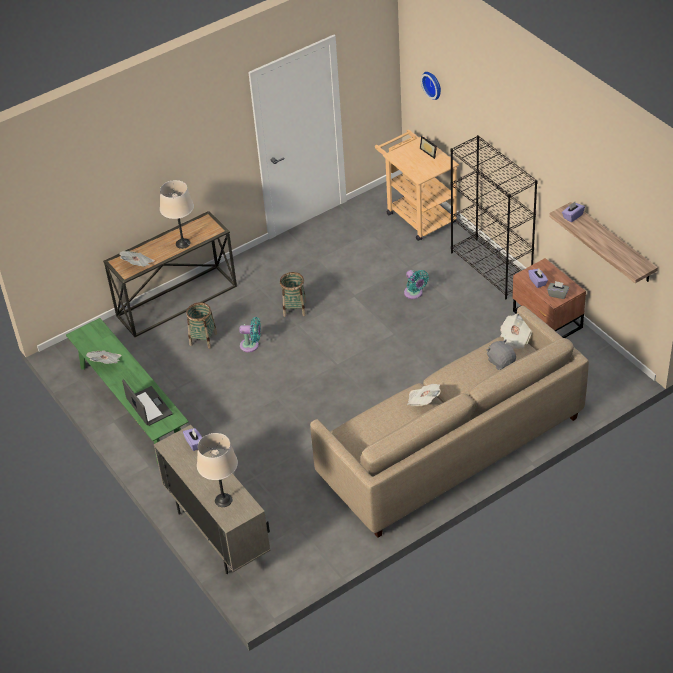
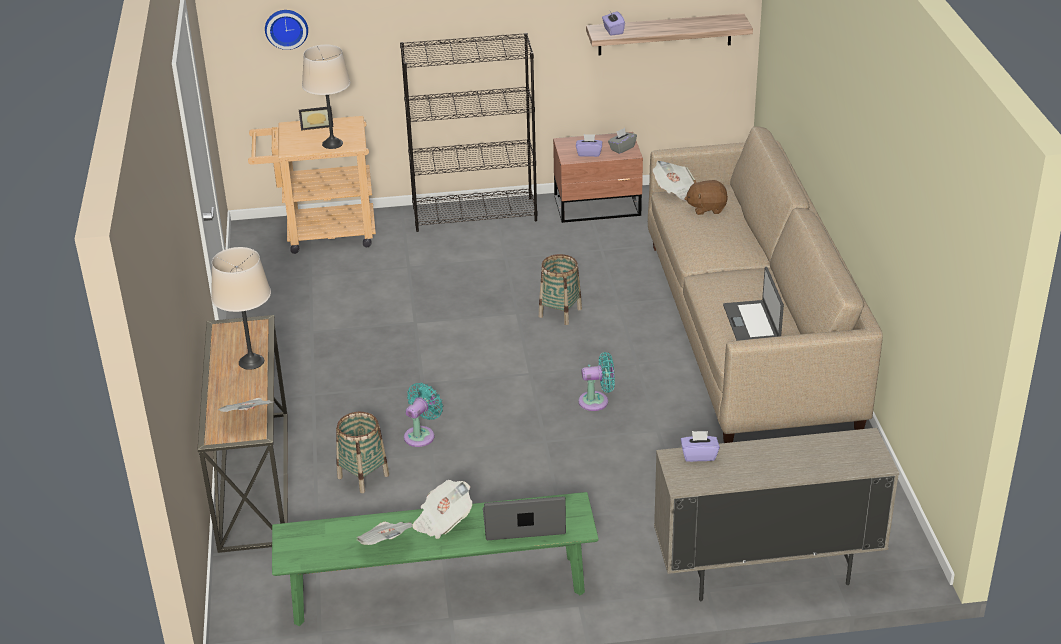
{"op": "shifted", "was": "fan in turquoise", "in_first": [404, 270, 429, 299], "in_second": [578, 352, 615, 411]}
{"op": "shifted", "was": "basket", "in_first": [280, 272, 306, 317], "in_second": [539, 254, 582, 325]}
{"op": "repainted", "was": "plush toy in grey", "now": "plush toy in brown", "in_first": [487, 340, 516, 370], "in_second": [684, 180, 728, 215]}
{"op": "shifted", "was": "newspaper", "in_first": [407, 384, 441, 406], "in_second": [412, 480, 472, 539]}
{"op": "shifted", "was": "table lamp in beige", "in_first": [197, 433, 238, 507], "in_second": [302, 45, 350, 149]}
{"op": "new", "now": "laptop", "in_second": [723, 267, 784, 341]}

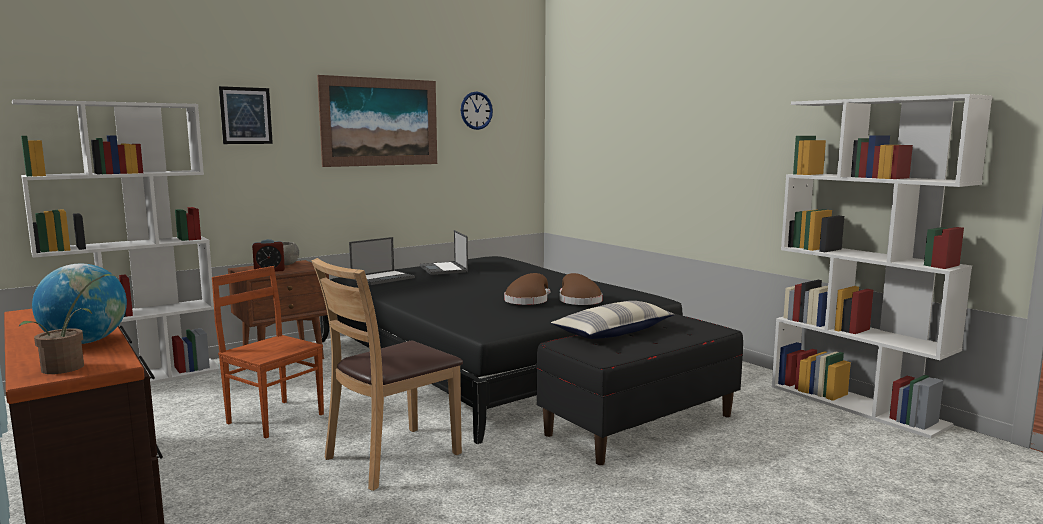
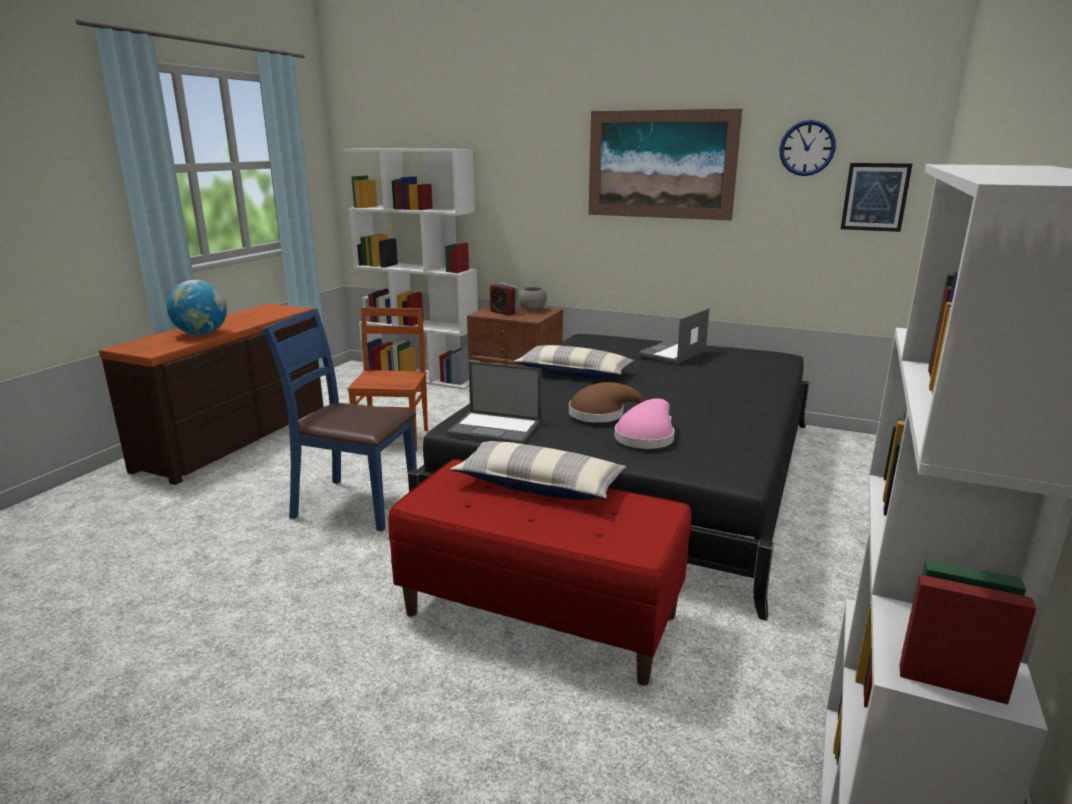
{"op": "shifted", "was": "picture", "in_first": [219, 86, 273, 144], "in_second": [841, 163, 912, 232]}
{"op": "shifted", "was": "laptop", "in_first": [349, 237, 415, 285], "in_second": [447, 361, 541, 444]}
{"op": "repainted", "was": "chair in brown", "now": "chair in blue", "in_first": [311, 258, 463, 491], "in_second": [262, 309, 417, 531]}
{"op": "repainted", "was": "hat in brown", "now": "hat in pink", "in_first": [560, 273, 603, 305], "in_second": [614, 398, 675, 449]}
{"op": "gone", "was": "potted plant", "in_first": [19, 274, 117, 374]}
{"op": "repainted", "was": "bench in black", "now": "bench in red", "in_first": [536, 314, 743, 465], "in_second": [388, 459, 691, 686]}
{"op": "new", "now": "pillow", "in_second": [514, 345, 634, 379]}

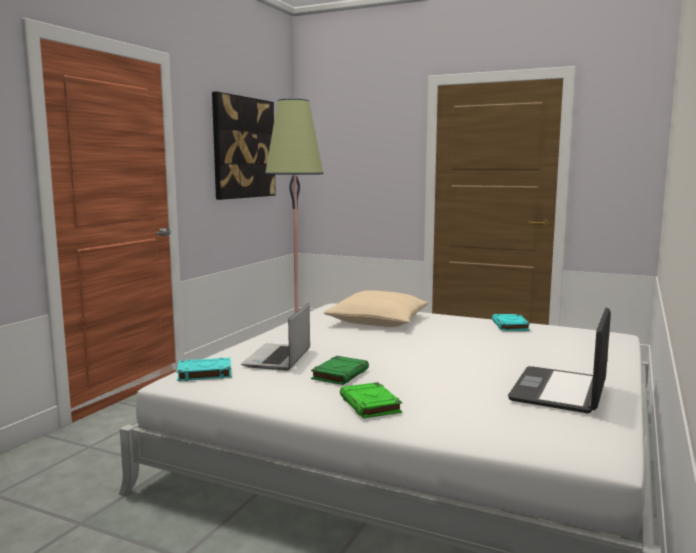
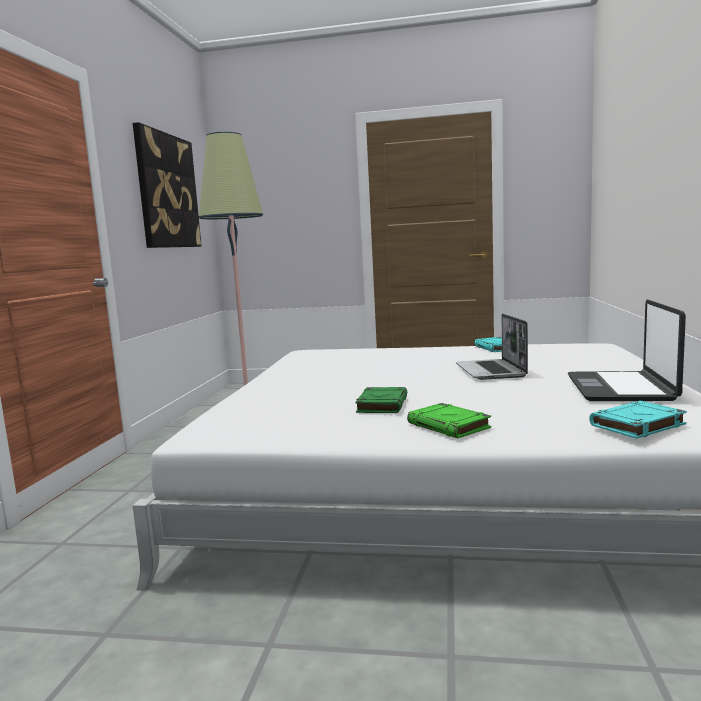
{"op": "gone", "was": "pillow in beige", "in_first": [324, 290, 428, 327]}
{"op": "shifted", "was": "laptop", "in_first": [241, 303, 310, 371], "in_second": [456, 314, 528, 380]}
{"op": "shifted", "was": "book in turquoise", "in_first": [177, 358, 232, 381], "in_second": [589, 401, 687, 439]}

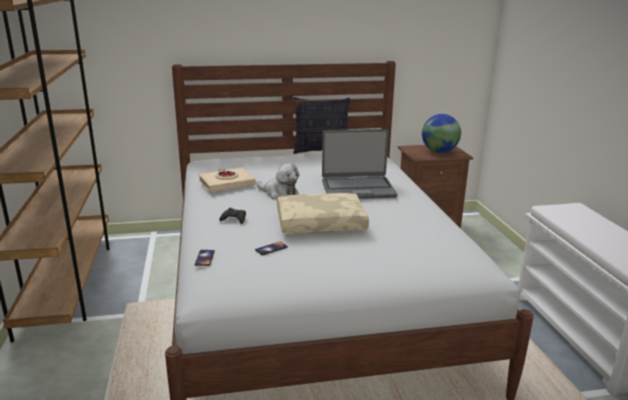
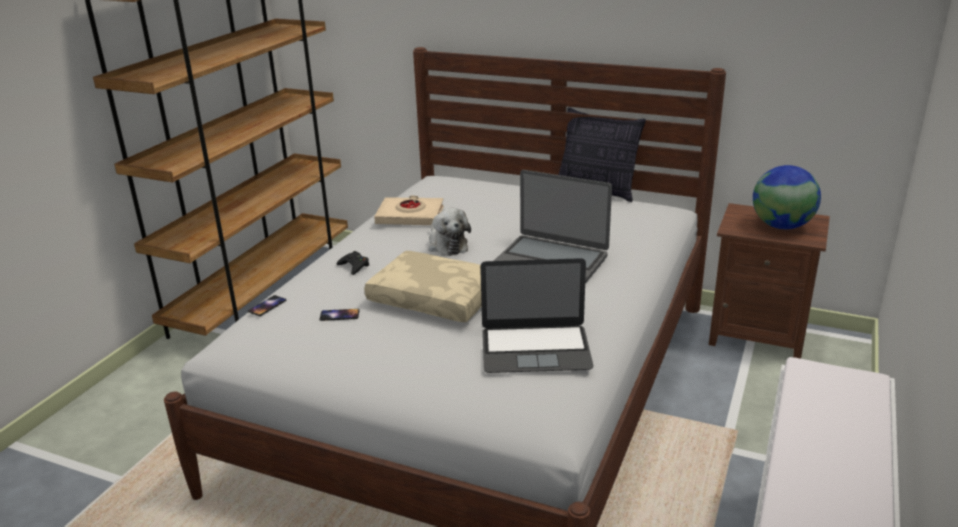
{"op": "new", "now": "laptop", "in_second": [480, 258, 594, 373]}

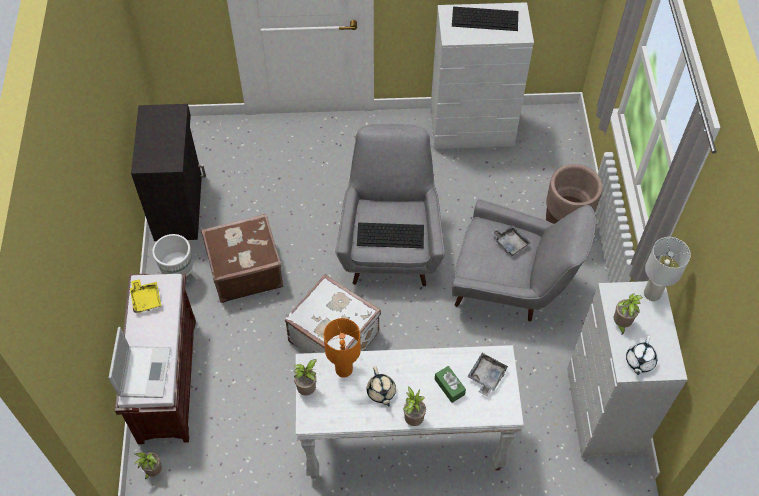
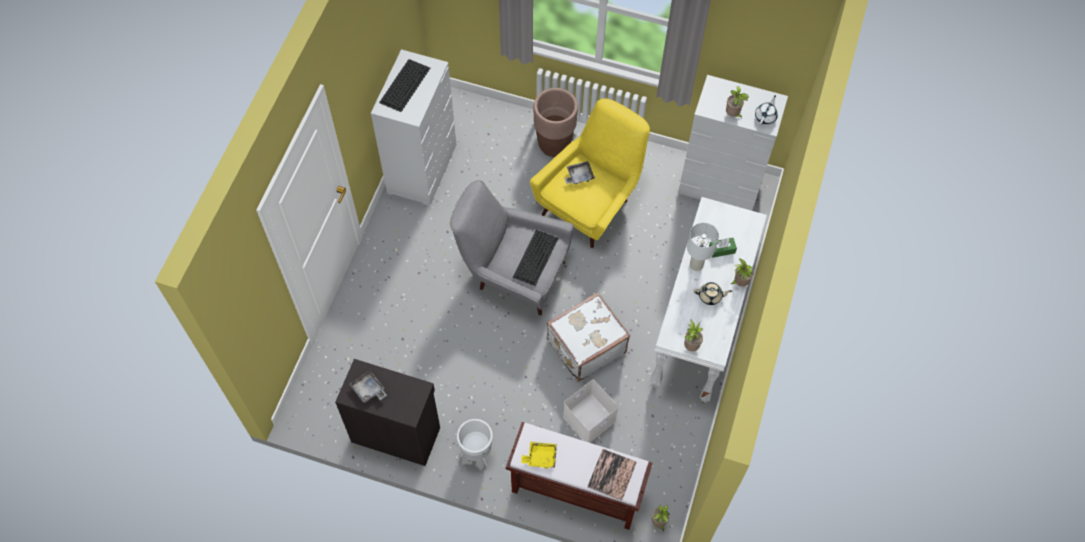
{"op": "repainted", "was": "armchair in grey", "now": "armchair in yellow", "in_first": [452, 199, 596, 321], "in_second": [530, 98, 650, 248]}
{"op": "gone", "was": "suitcase in brown", "in_first": [201, 214, 284, 303]}
{"op": "shifted", "was": "table lamp in white", "in_first": [644, 237, 691, 301], "in_second": [687, 223, 719, 271]}
{"op": "gone", "was": "table lamp in orange", "in_first": [324, 318, 361, 378]}
{"op": "swapped", "was": "laptop", "now": "book", "in_first": [109, 327, 171, 398], "in_second": [588, 449, 637, 501]}
{"op": "rotated", "was": "teapot in white", "in_first": [626, 335, 658, 375], "in_second": [755, 95, 778, 125], "clockwise": -105}
{"op": "shifted", "was": "tray in grey", "in_first": [467, 353, 508, 396], "in_second": [349, 369, 387, 403]}
{"op": "new", "now": "storage box in white", "in_second": [563, 380, 618, 443]}

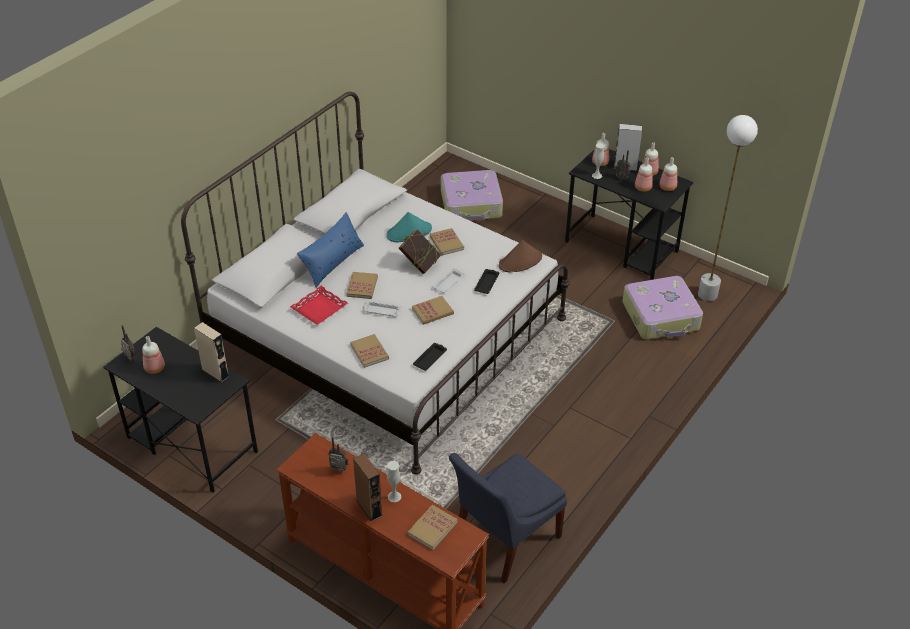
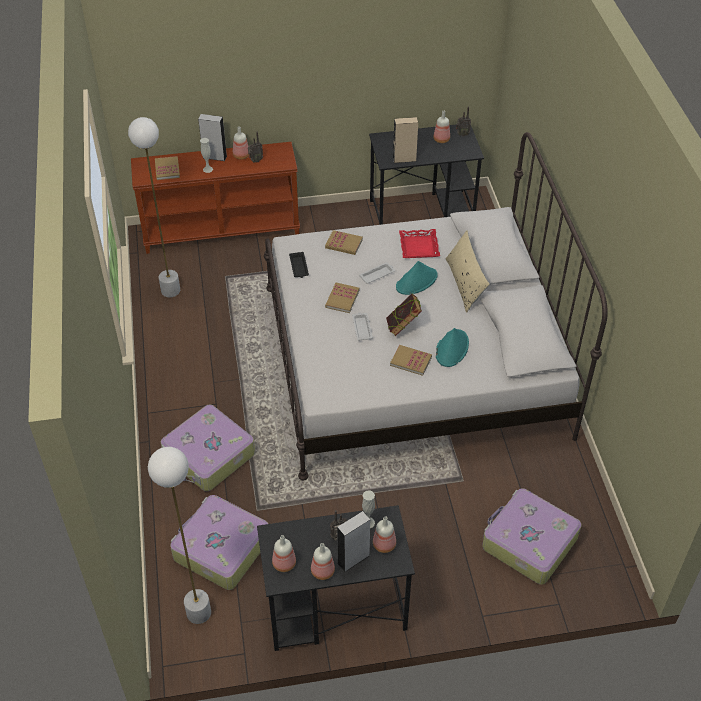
{"op": "shifted", "was": "bottle", "in_first": [635, 157, 653, 192], "in_second": [233, 126, 249, 159]}
{"op": "repainted", "was": "pillow in blue", "now": "pillow in beige", "in_first": [297, 212, 364, 287], "in_second": [445, 230, 490, 313]}
{"op": "gone", "was": "hat in brown", "in_first": [499, 240, 542, 272]}
{"op": "gone", "was": "tray in black", "in_first": [474, 269, 499, 294]}
{"op": "swapped", "was": "book", "now": "hat in turquoise", "in_first": [346, 272, 378, 299], "in_second": [396, 261, 438, 295]}
{"op": "swapped", "was": "chair in blue", "now": "floor lamp in white", "in_first": [449, 453, 567, 583], "in_second": [128, 117, 180, 297]}
{"op": "repainted", "was": "speaker in brown", "now": "speaker in grey", "in_first": [353, 454, 382, 522], "in_second": [198, 114, 227, 161]}
{"op": "new", "now": "suitcase", "in_second": [161, 405, 255, 491]}

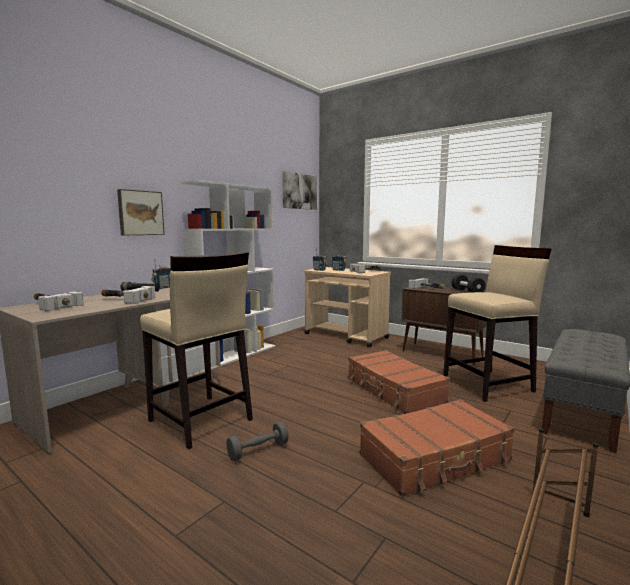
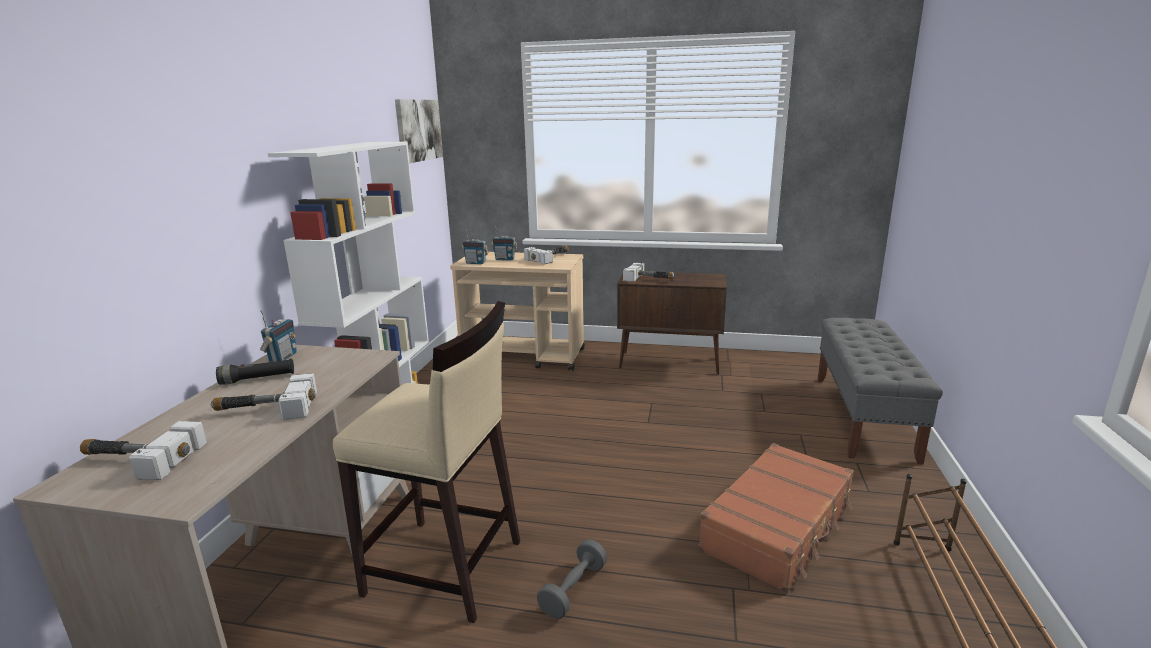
{"op": "gone", "was": "picture", "in_first": [117, 189, 165, 235]}
{"op": "gone", "was": "stool in beige", "in_first": [443, 245, 551, 402]}
{"op": "gone", "was": "dumbbell in black", "in_first": [451, 275, 485, 293]}
{"op": "gone", "was": "suitcase in brown", "in_first": [348, 350, 450, 414]}

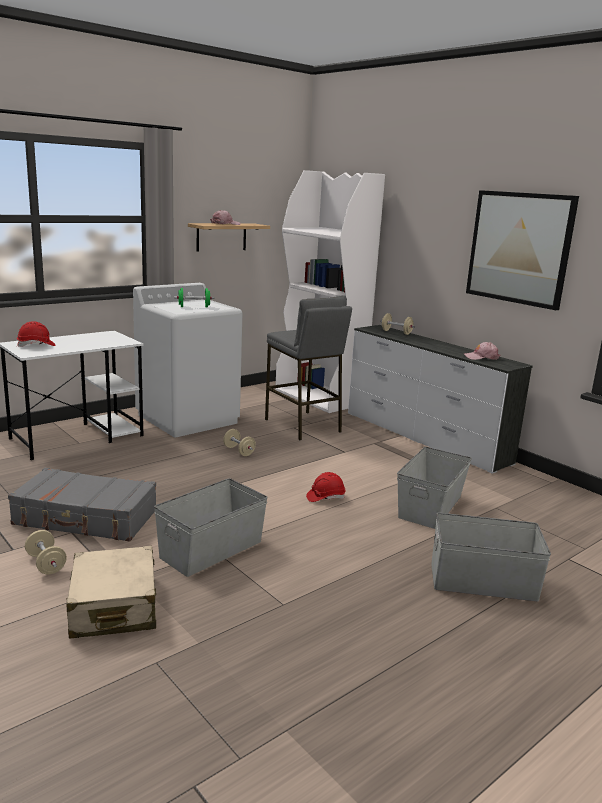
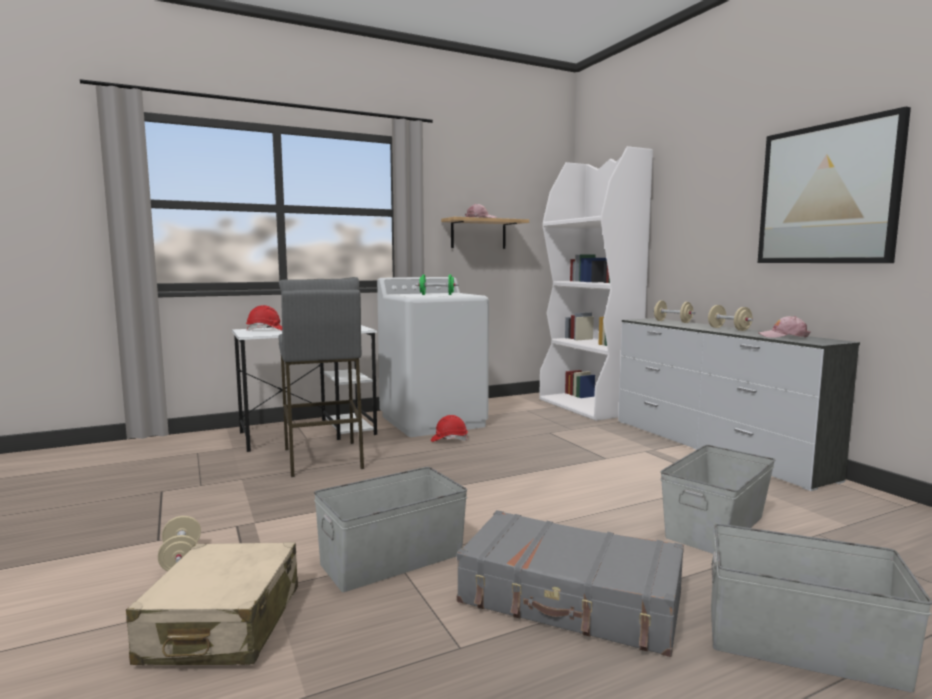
{"op": "shifted", "was": "stool in grey", "in_first": [265, 295, 352, 440], "in_second": [278, 277, 364, 477]}
{"op": "shifted", "was": "dumbbell in beige", "in_first": [223, 429, 256, 456], "in_second": [708, 305, 753, 331]}
{"op": "shifted", "was": "suitcase in grey", "in_first": [8, 468, 156, 542], "in_second": [457, 510, 684, 657]}
{"op": "shifted", "was": "hard hat in red", "in_first": [306, 472, 346, 502], "in_second": [431, 415, 468, 442]}

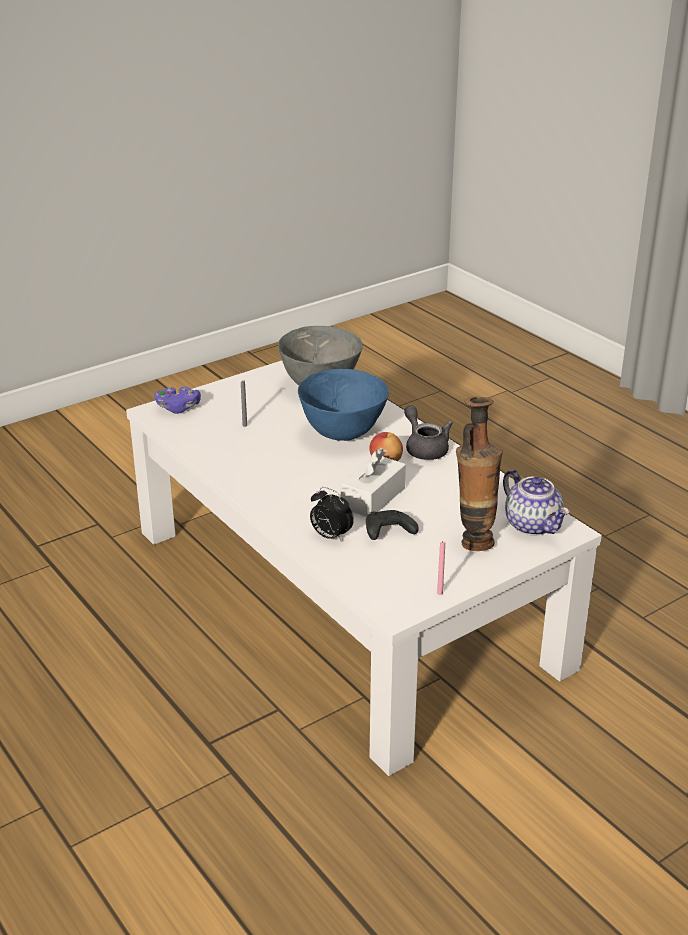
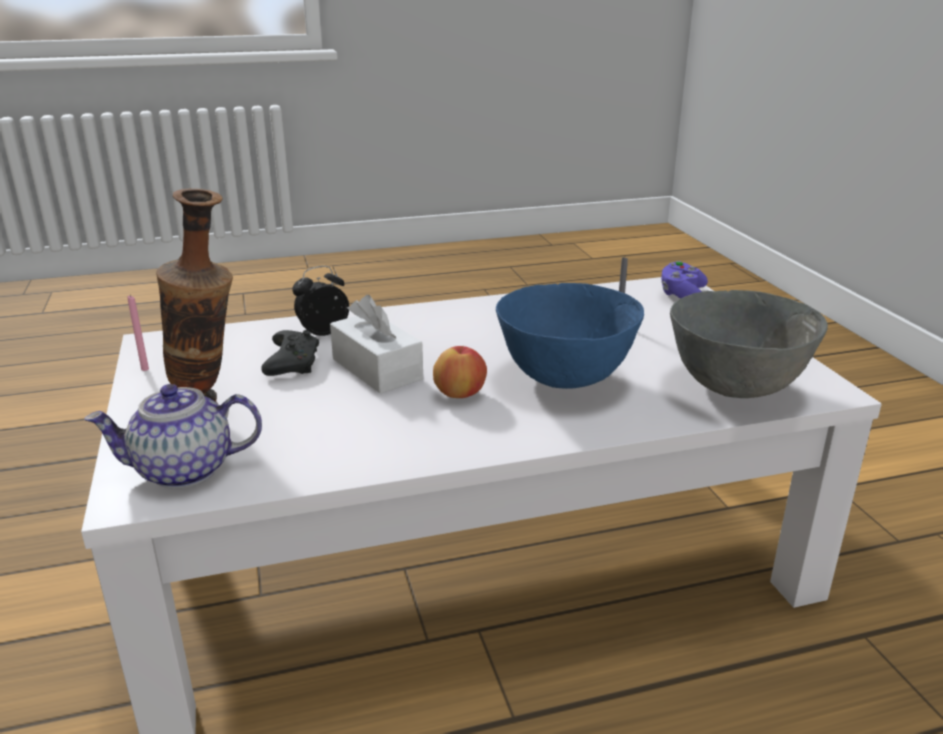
{"op": "gone", "was": "teapot in grey", "in_first": [404, 405, 452, 460]}

